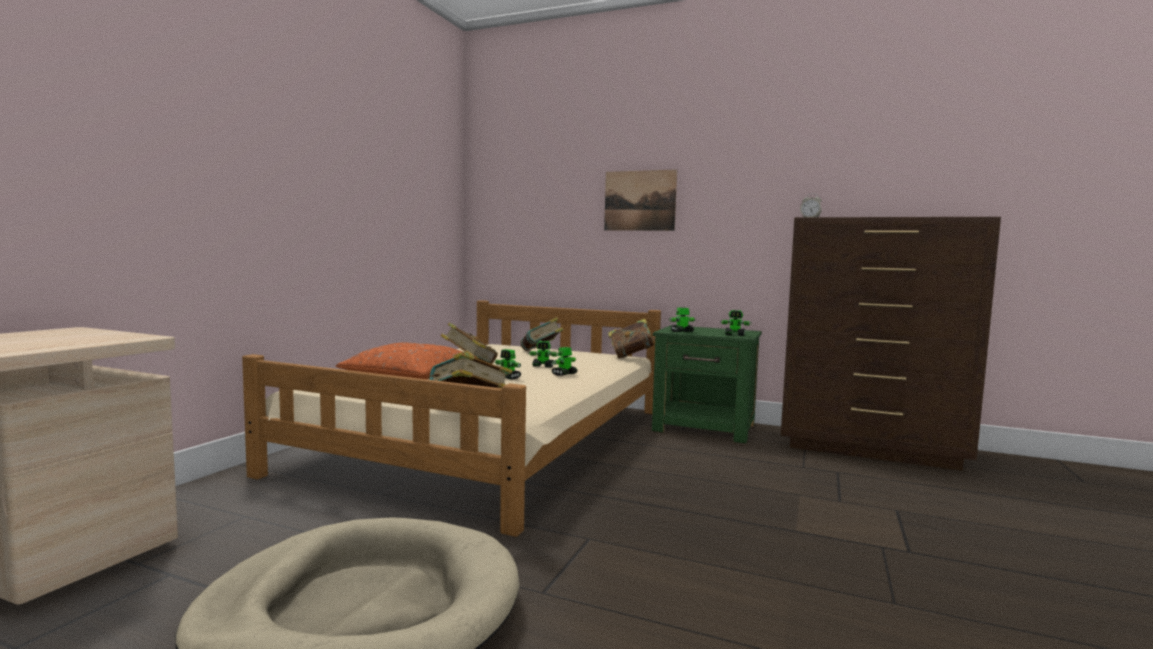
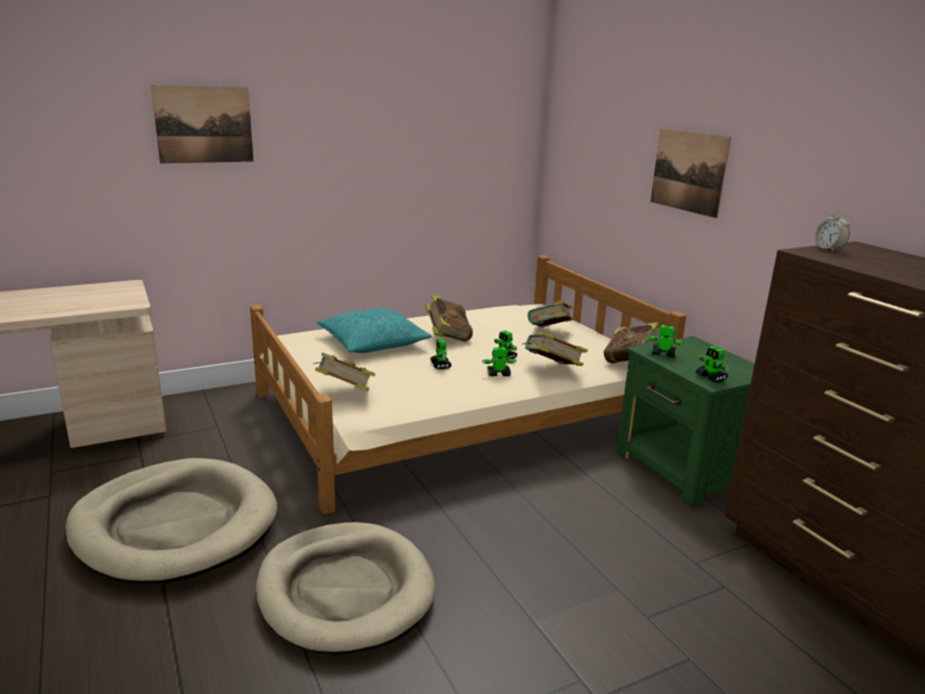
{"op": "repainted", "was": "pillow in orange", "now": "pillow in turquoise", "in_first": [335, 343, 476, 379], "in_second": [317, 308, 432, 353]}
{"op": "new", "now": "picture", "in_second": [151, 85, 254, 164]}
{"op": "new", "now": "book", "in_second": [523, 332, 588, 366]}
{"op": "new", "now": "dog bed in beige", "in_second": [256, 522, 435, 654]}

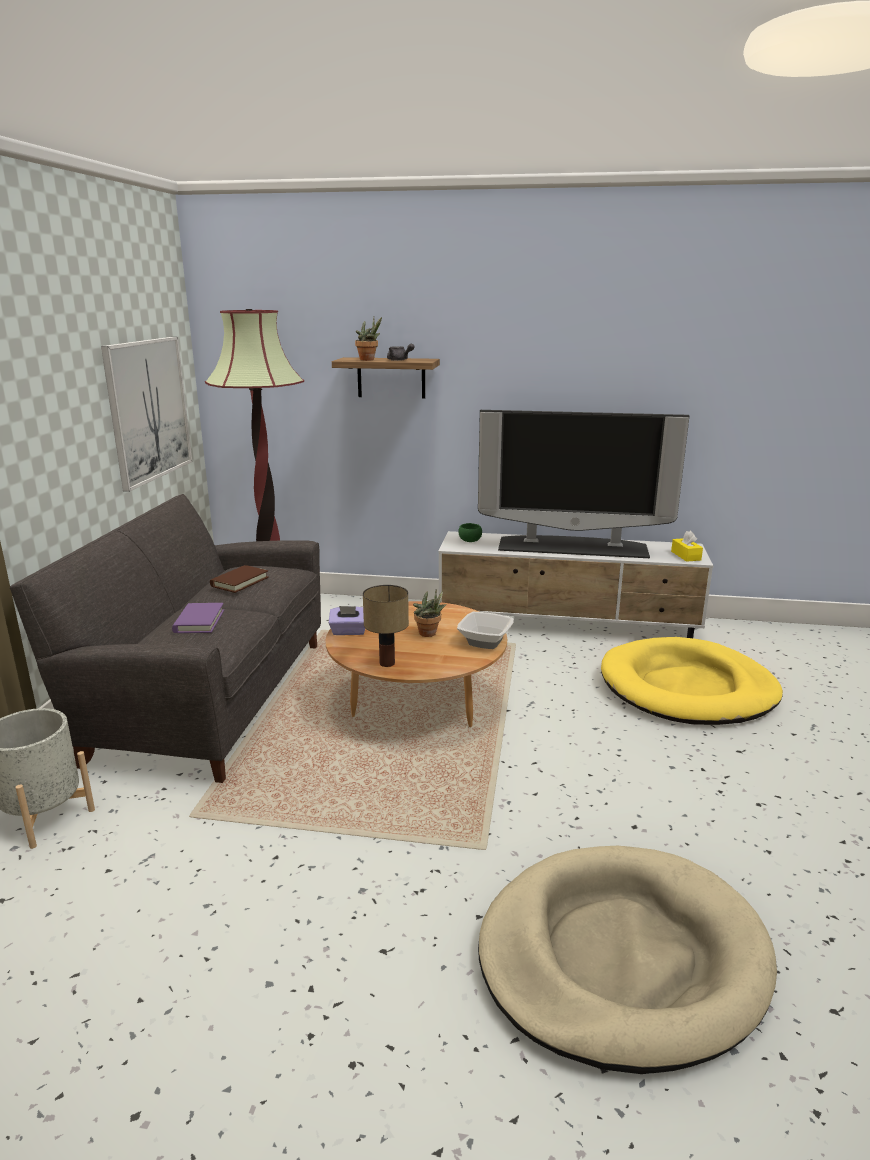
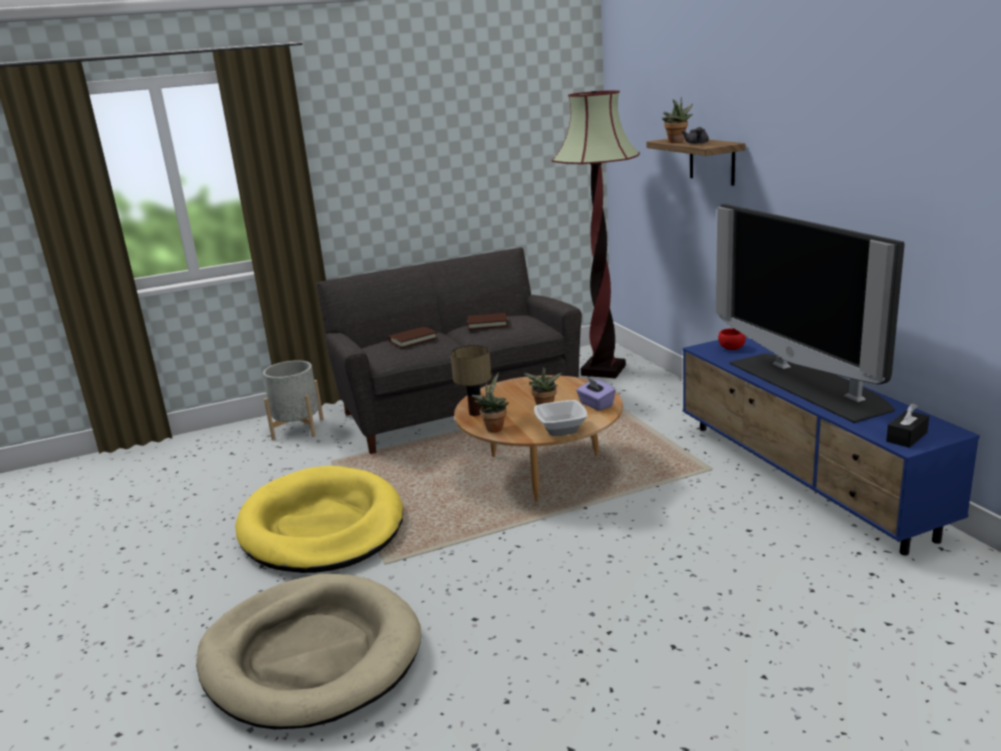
{"op": "gone", "was": "picture", "in_first": [101, 337, 192, 492]}
{"op": "repainted", "was": "bowl in green", "now": "bowl in red", "in_first": [458, 523, 482, 542], "in_second": [718, 328, 746, 350]}
{"op": "repainted", "was": "tv stand in white", "now": "tv stand in blue", "in_first": [438, 531, 713, 638], "in_second": [683, 337, 980, 556]}
{"op": "repainted", "was": "tissue box in yellow", "now": "tissue box in black", "in_first": [671, 531, 703, 562], "in_second": [886, 404, 929, 448]}
{"op": "repainted", "was": "book in purple", "now": "book in brown", "in_first": [172, 603, 224, 633], "in_second": [388, 326, 438, 348]}
{"op": "shifted", "was": "tissue box in purple", "in_first": [329, 606, 365, 635], "in_second": [576, 377, 616, 411]}
{"op": "shifted", "was": "dog bed in yellow", "in_first": [601, 637, 783, 725], "in_second": [235, 466, 403, 573]}
{"op": "new", "now": "potted plant", "in_second": [471, 372, 509, 432]}

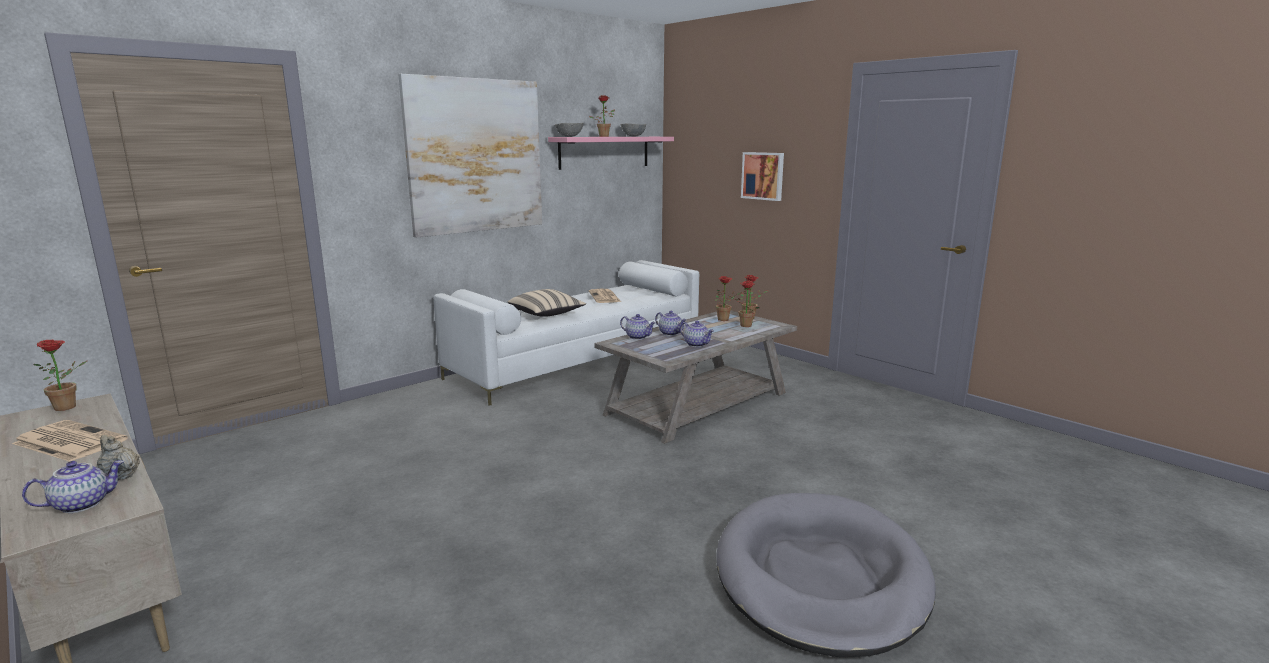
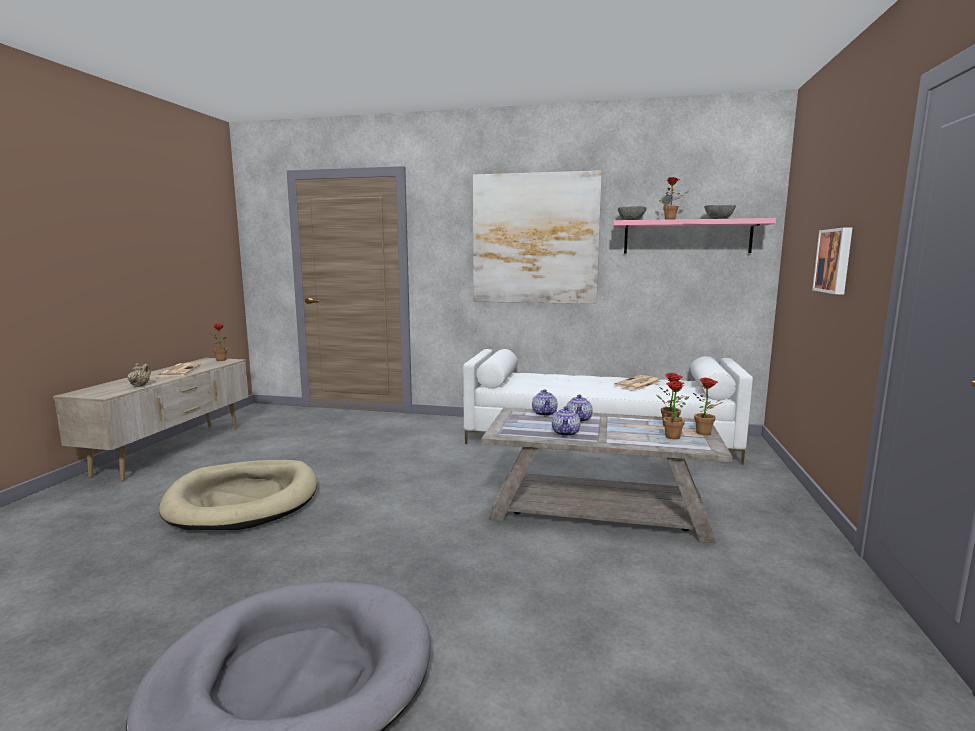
{"op": "gone", "was": "pillow in beige", "in_first": [508, 289, 586, 317]}
{"op": "gone", "was": "teapot", "in_first": [22, 460, 124, 513]}
{"op": "new", "now": "dog bed in beige", "in_second": [159, 460, 317, 530]}

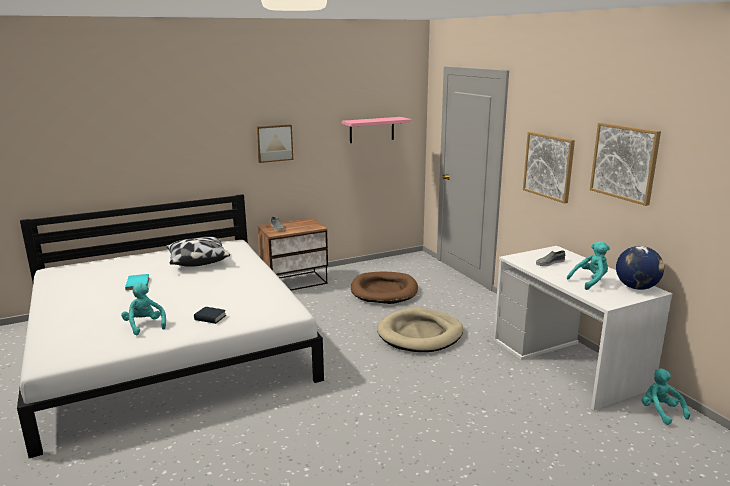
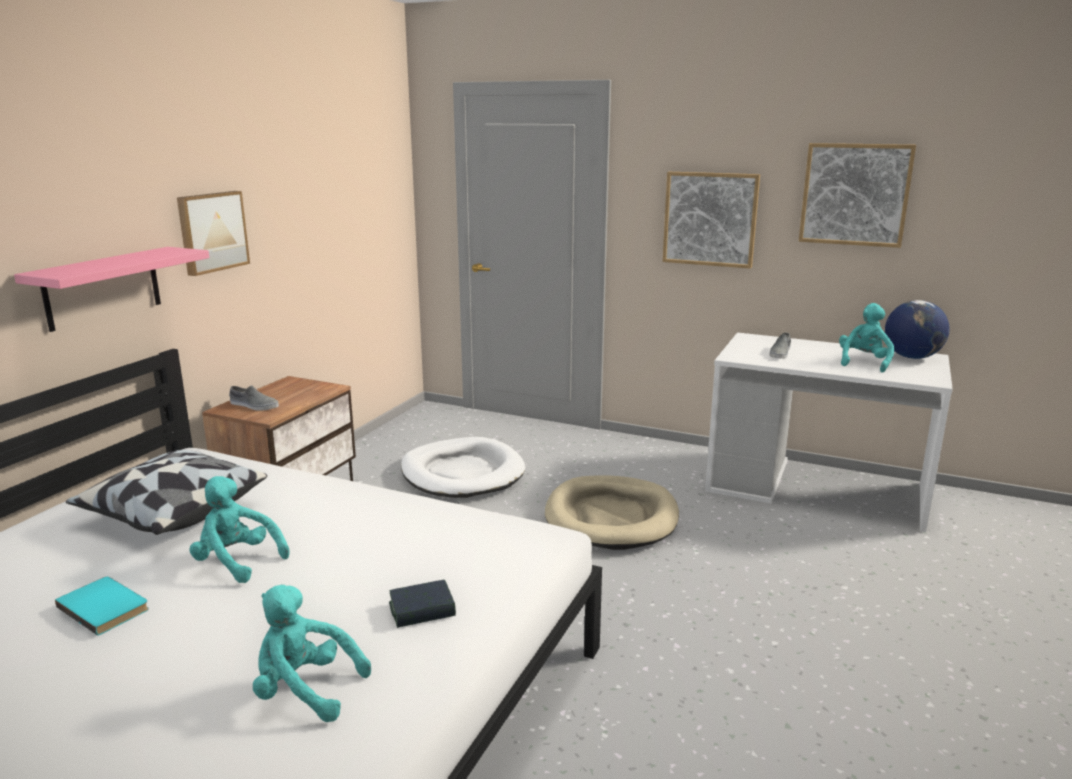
{"op": "shifted", "was": "shelf in pink", "in_first": [342, 117, 412, 143], "in_second": [14, 247, 210, 332]}
{"op": "repainted", "was": "dog bed in brown", "now": "dog bed in white", "in_first": [351, 272, 418, 304], "in_second": [401, 437, 525, 498]}
{"op": "shifted", "was": "plush toy in turquoise", "in_first": [641, 368, 690, 425], "in_second": [189, 476, 290, 583]}

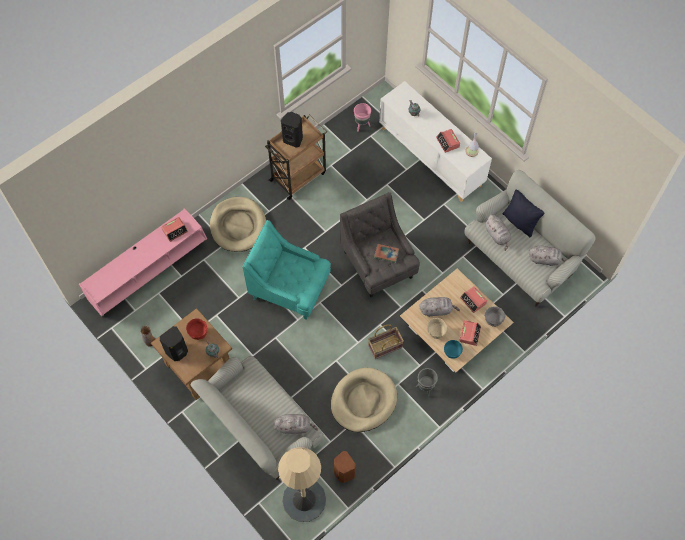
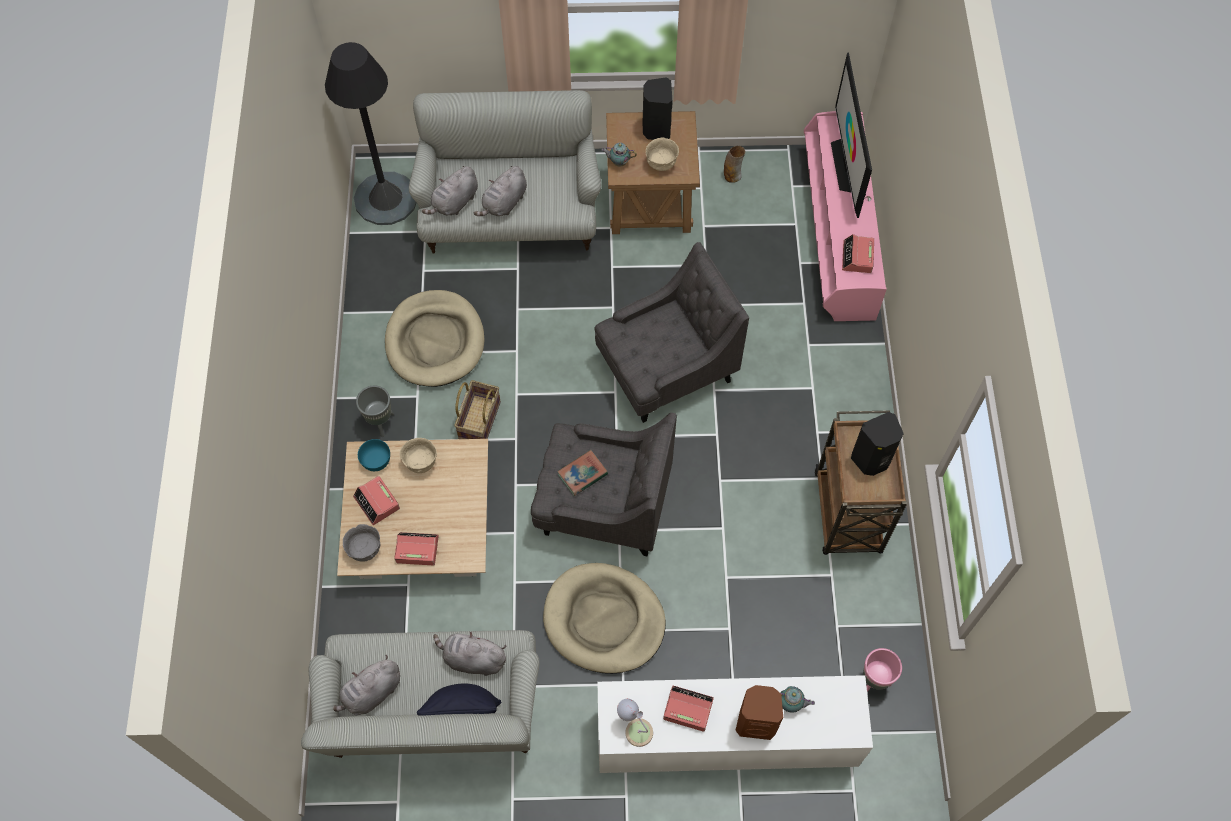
{"op": "shifted", "was": "dog bed in beige", "in_first": [210, 197, 266, 252], "in_second": [543, 563, 666, 674]}
{"op": "repainted", "was": "armchair in turquoise", "now": "armchair in grey", "in_first": [243, 220, 331, 320], "in_second": [594, 242, 749, 423]}
{"op": "shifted", "was": "plush toy in grey", "in_first": [420, 297, 460, 317], "in_second": [474, 166, 527, 216]}
{"op": "repainted", "was": "bowl in red", "now": "bowl in beige", "in_first": [186, 318, 208, 340], "in_second": [646, 138, 679, 171]}
{"op": "repainted", "was": "floor lamp in beige", "now": "floor lamp in black", "in_first": [278, 447, 326, 522], "in_second": [325, 42, 417, 225]}
{"op": "shifted", "was": "speaker in brown", "in_first": [334, 451, 356, 483], "in_second": [736, 685, 783, 740]}
{"op": "new", "now": "television", "in_second": [831, 53, 872, 218]}

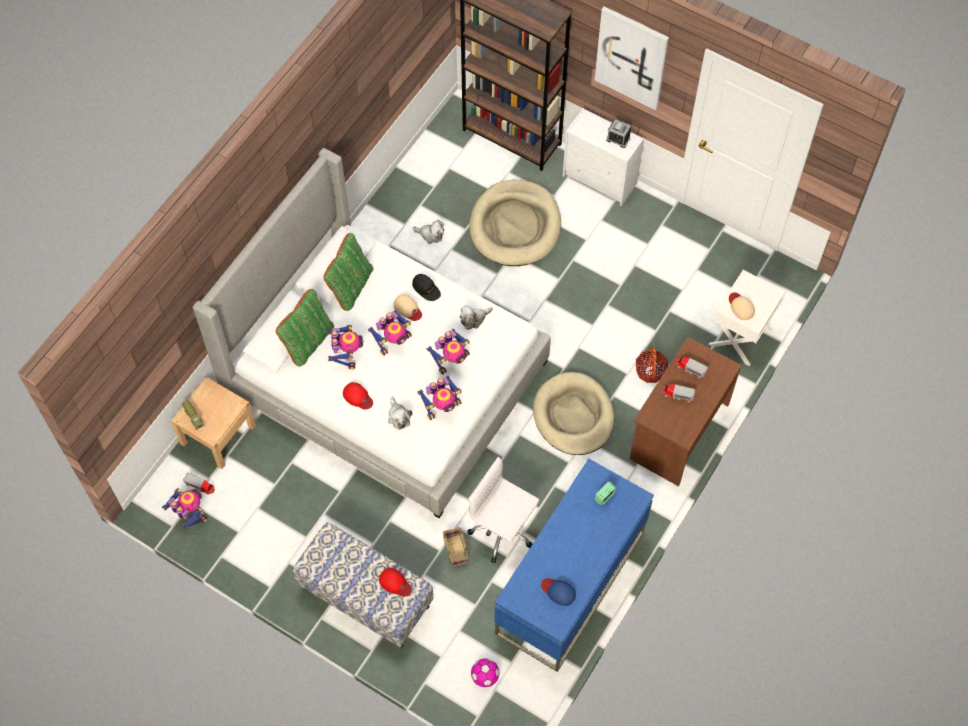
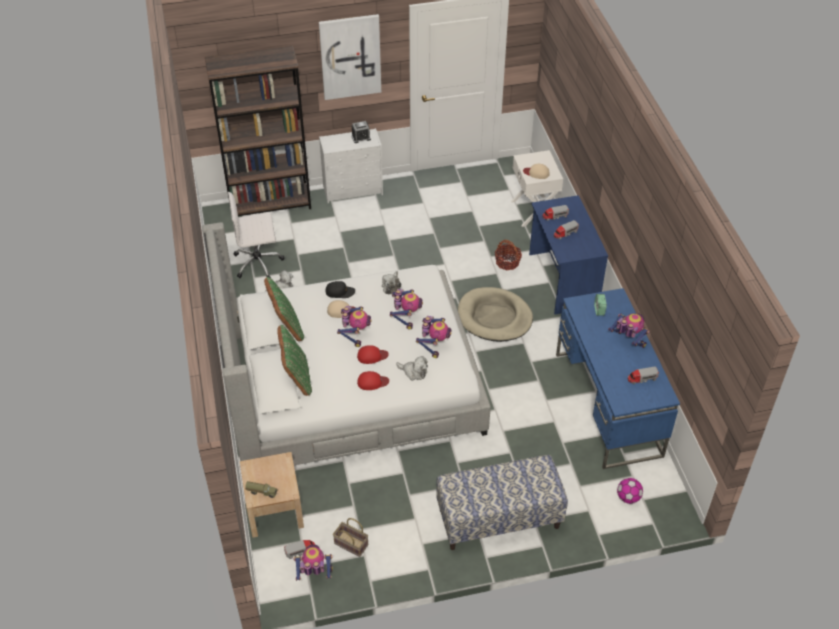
{"op": "gone", "was": "dog bed in beige", "in_first": [469, 180, 561, 266]}
{"op": "shifted", "was": "toy robot", "in_first": [328, 324, 364, 369], "in_second": [609, 313, 650, 348]}
{"op": "repainted", "was": "desk in brown", "now": "desk in blue", "in_first": [630, 337, 742, 486], "in_second": [529, 195, 608, 315]}
{"op": "shifted", "was": "office chair in white", "in_first": [467, 457, 539, 563], "in_second": [228, 192, 284, 278]}
{"op": "shifted", "was": "basket", "in_first": [443, 527, 468, 567], "in_second": [333, 518, 368, 557]}
{"op": "shifted", "was": "cap in red", "in_first": [379, 568, 412, 597], "in_second": [357, 345, 389, 364]}
{"op": "swapped", "was": "cap in blue", "now": "toy truck", "in_first": [541, 578, 576, 606], "in_second": [627, 367, 659, 384]}

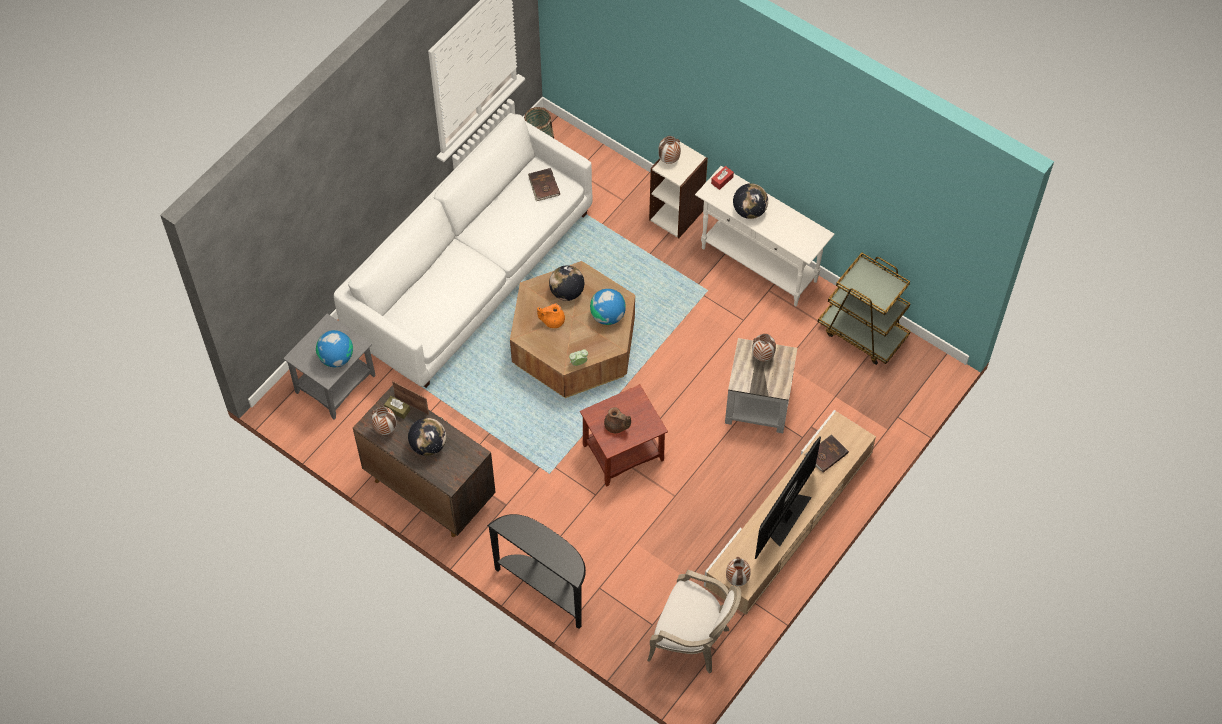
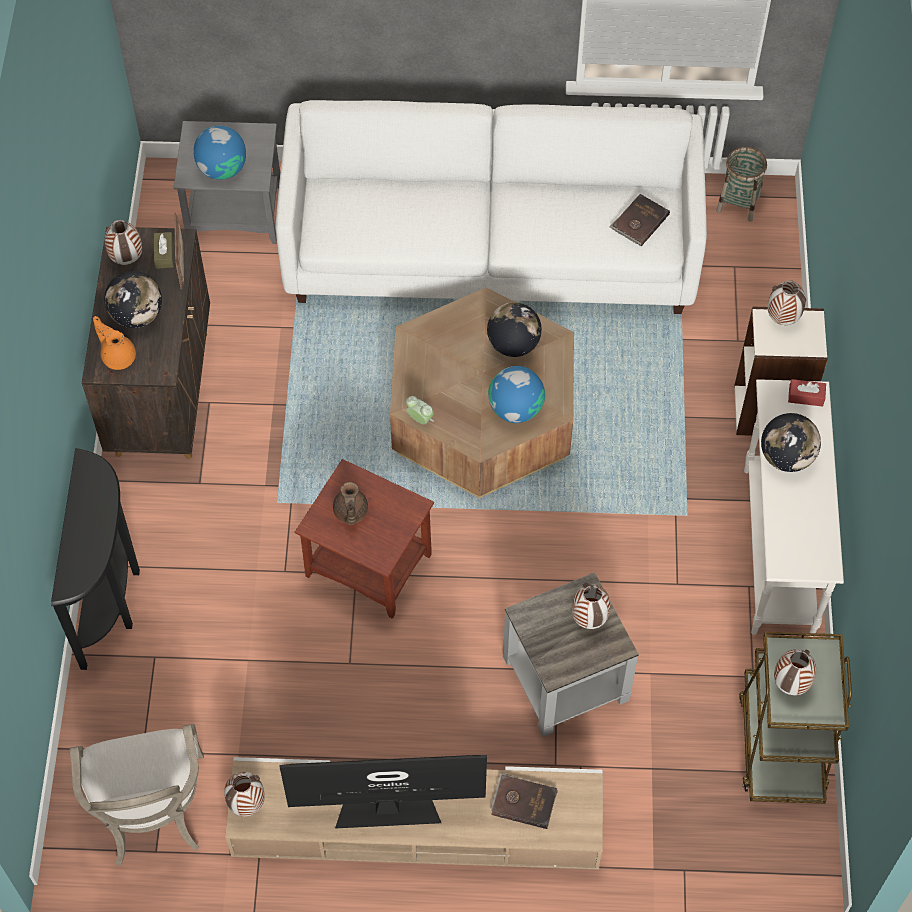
{"op": "shifted", "was": "teapot in orange", "in_first": [537, 304, 565, 328], "in_second": [93, 316, 136, 370]}
{"op": "new", "now": "vase", "in_second": [774, 649, 816, 695]}

